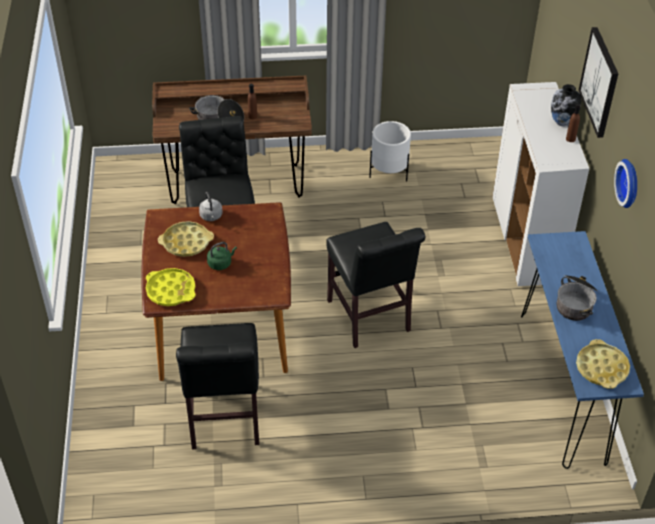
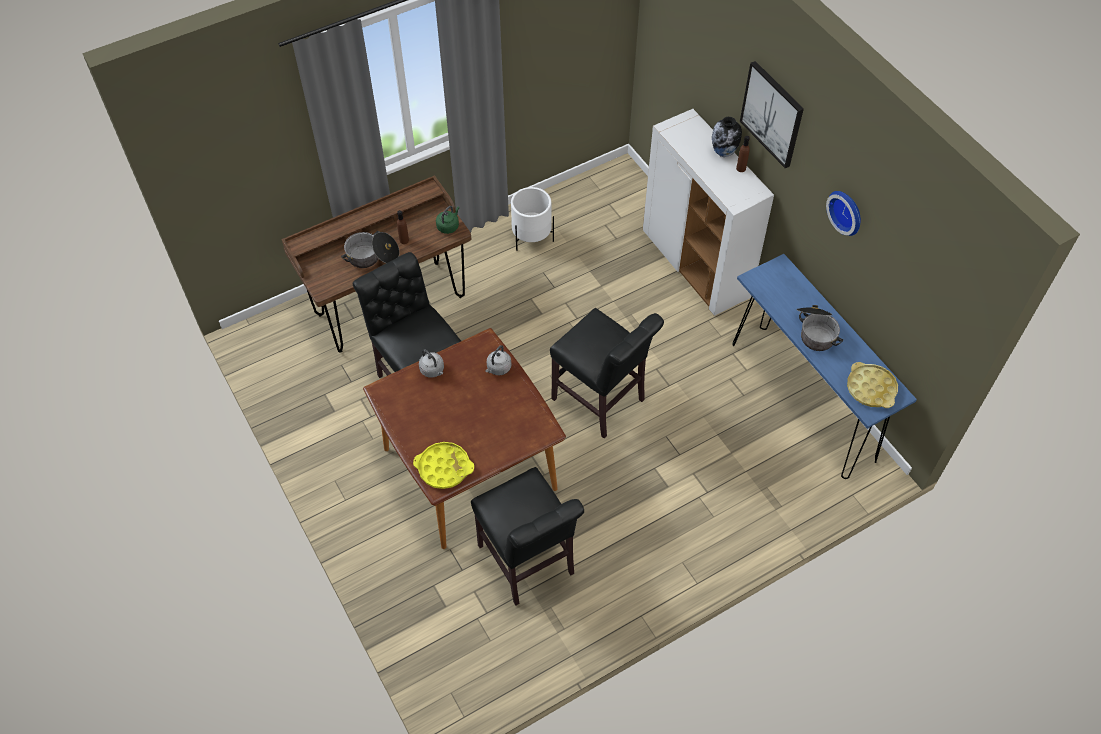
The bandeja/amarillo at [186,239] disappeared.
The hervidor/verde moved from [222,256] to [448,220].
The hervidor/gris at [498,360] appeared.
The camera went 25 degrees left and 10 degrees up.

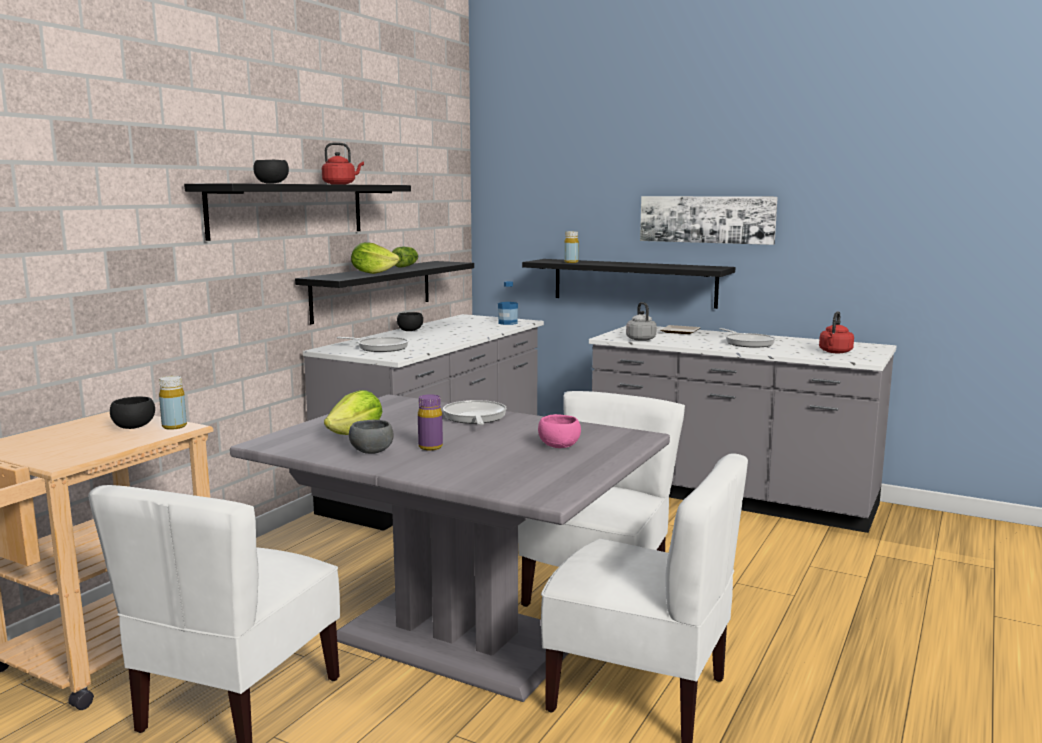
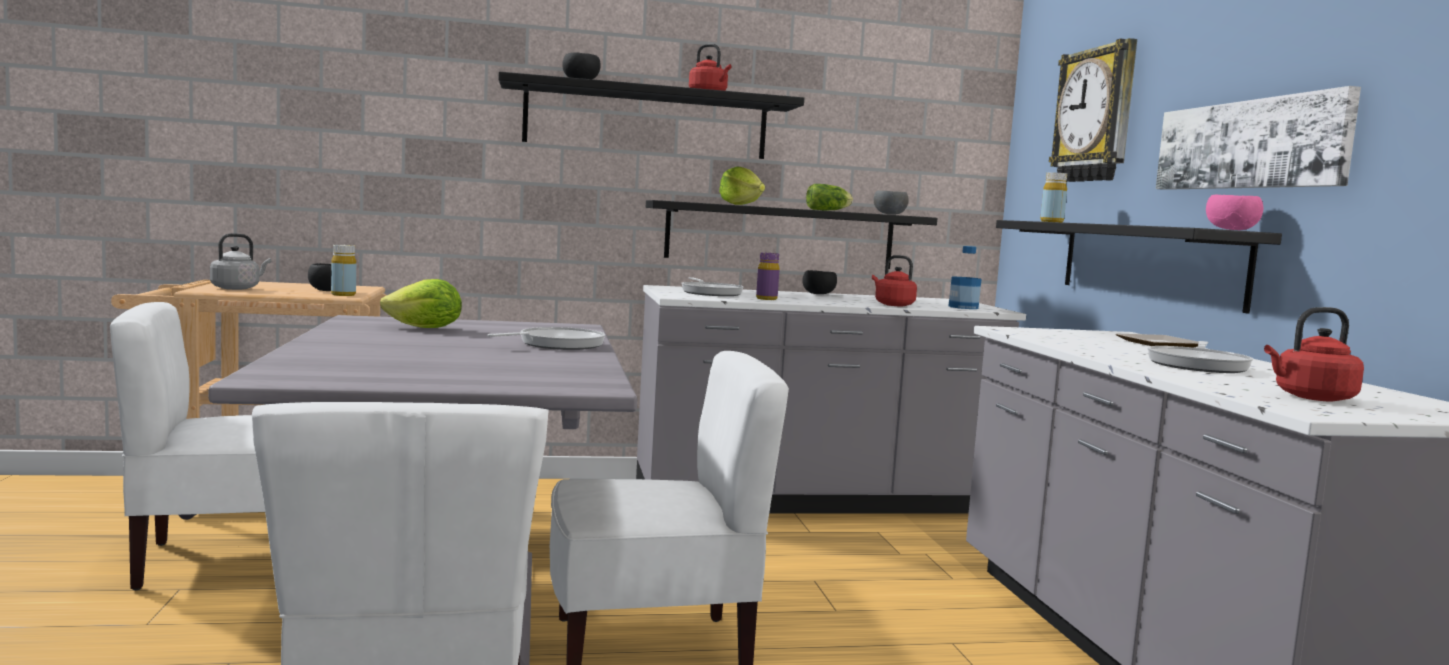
The cuenco/gris moved from [371,437] to [891,202].
The botella/morado moved from [430,422] to [767,276].
The cuenco/rosa moved from [559,431] to [1234,212].
The hervidor/gris moved from [641,321] to [240,261].
The hervidor/rojo at [894,281] appeared.
The reloj de pared at [1093,110] appeared.
The camera went 50 degrees right and 5 degrees down.

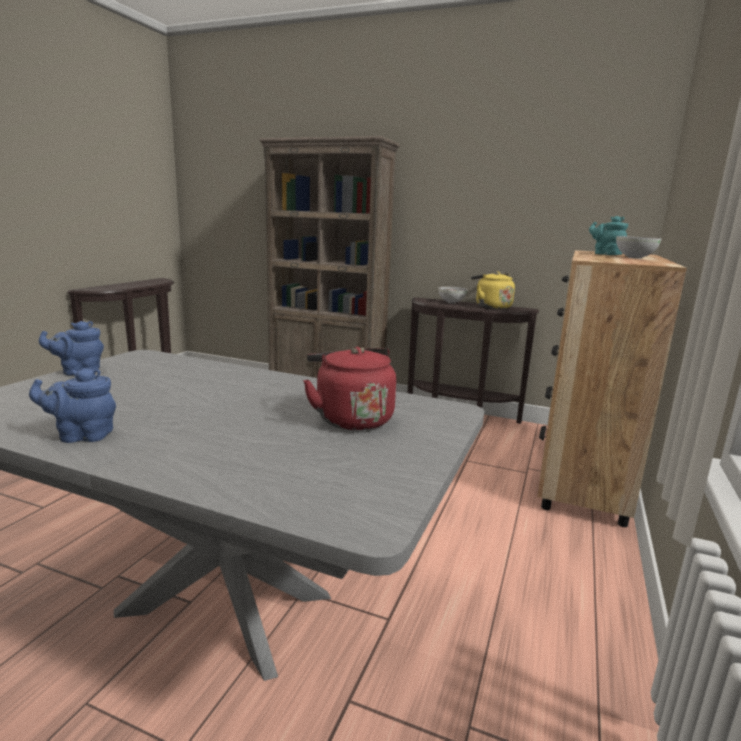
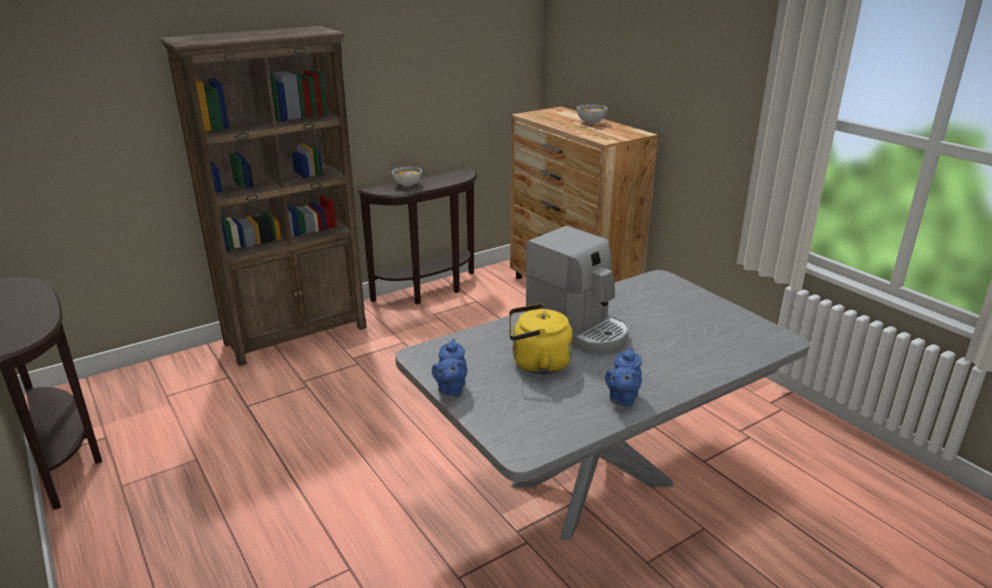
The hervidor/rojo at [349,388] disappeared.
The hervidor/amarillo moved from [493,290] to [541,339].
The tetera/turquesa at [608,235] disappeared.
The cafetera at [577,289] appeared.
The camera went 55 degrees left and 10 degrees up.

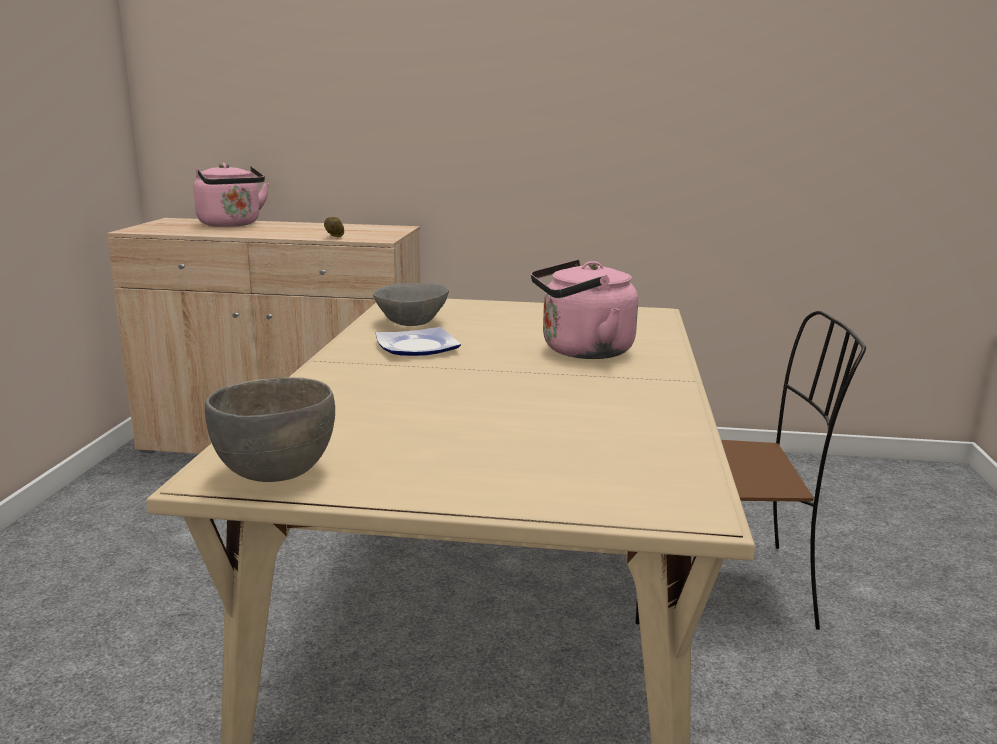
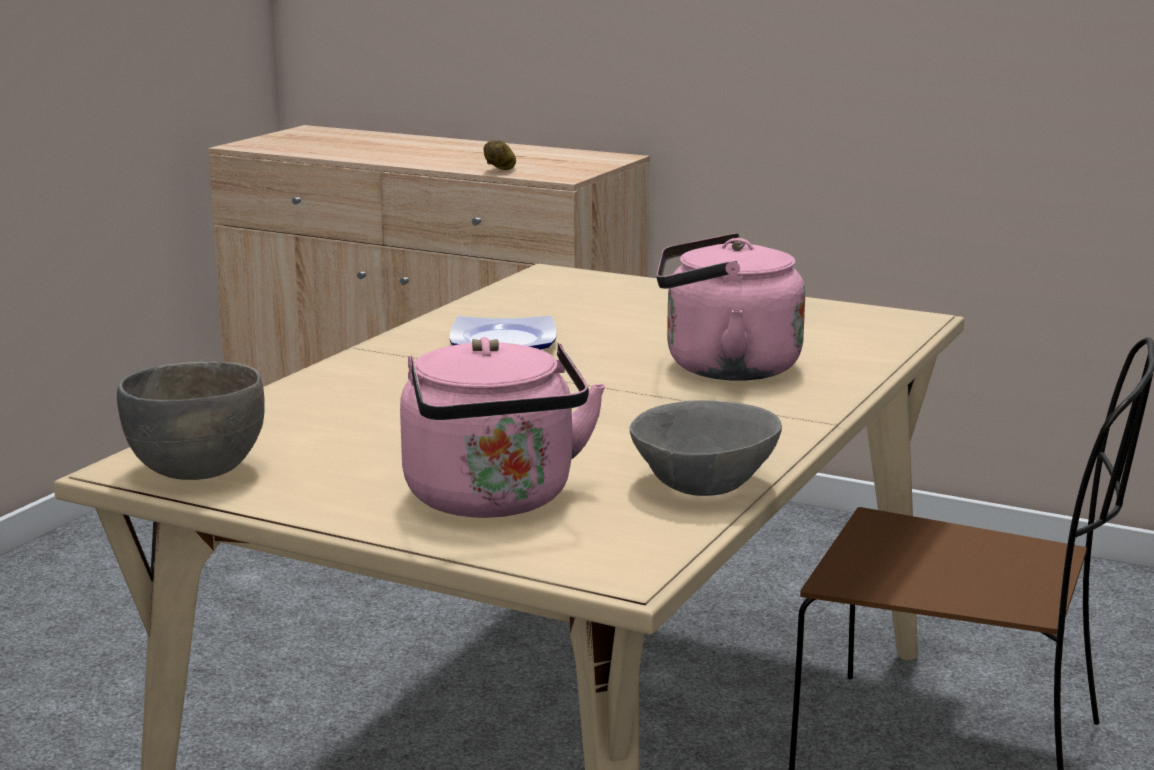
The hervidor/rosa moved from [231,195] to [502,427].
The cuenco/gris moved from [411,304] to [706,448].
The camera went 20 degrees right and 0 degrees up.

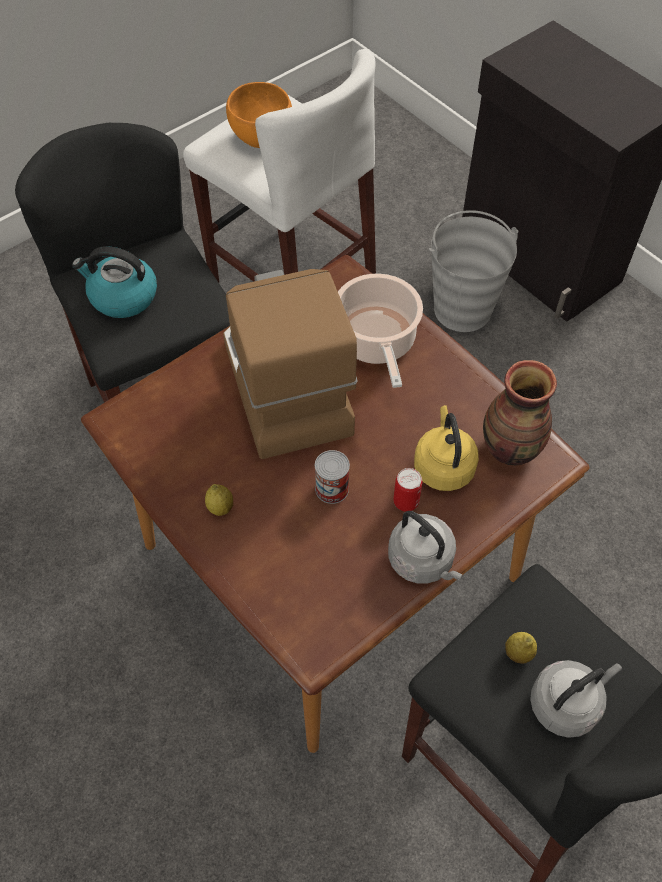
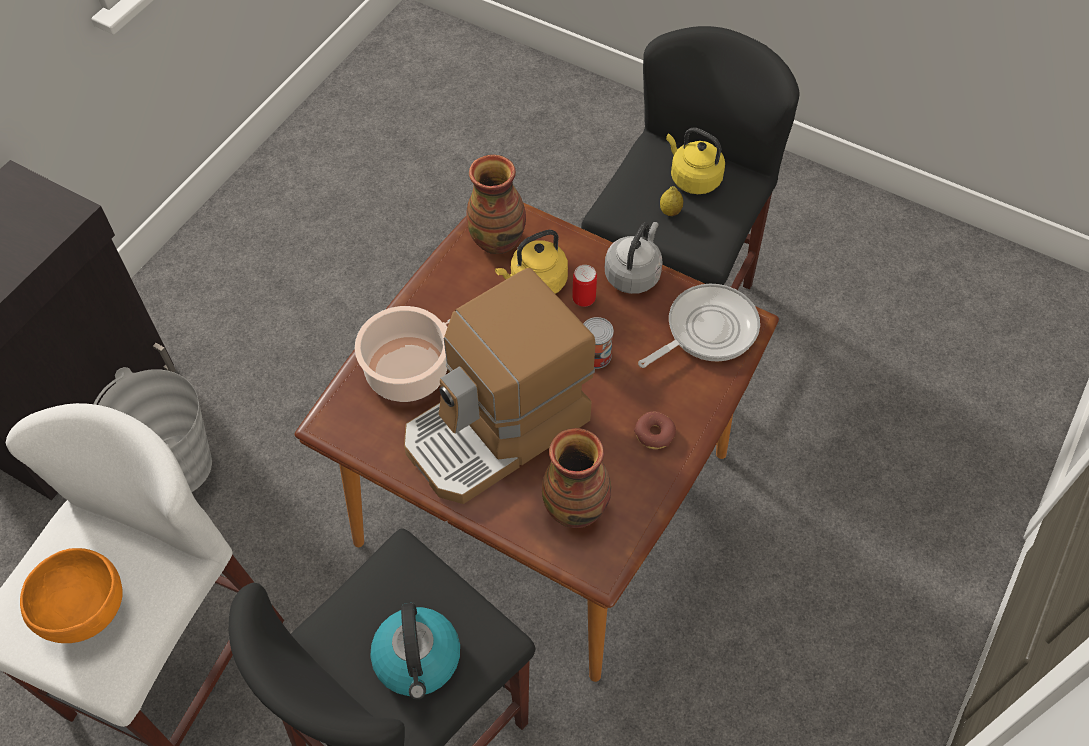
The limón at [219,500] was replaced by the rosquilla at [655,430].
The hervidor/gris at [576,699] became the hervidor/amarillo at [695,160].
The florero at [576,478] appeared.
The sartén at [699,326] appeared.
The camera went 110 degrees left and 0 degrees up.

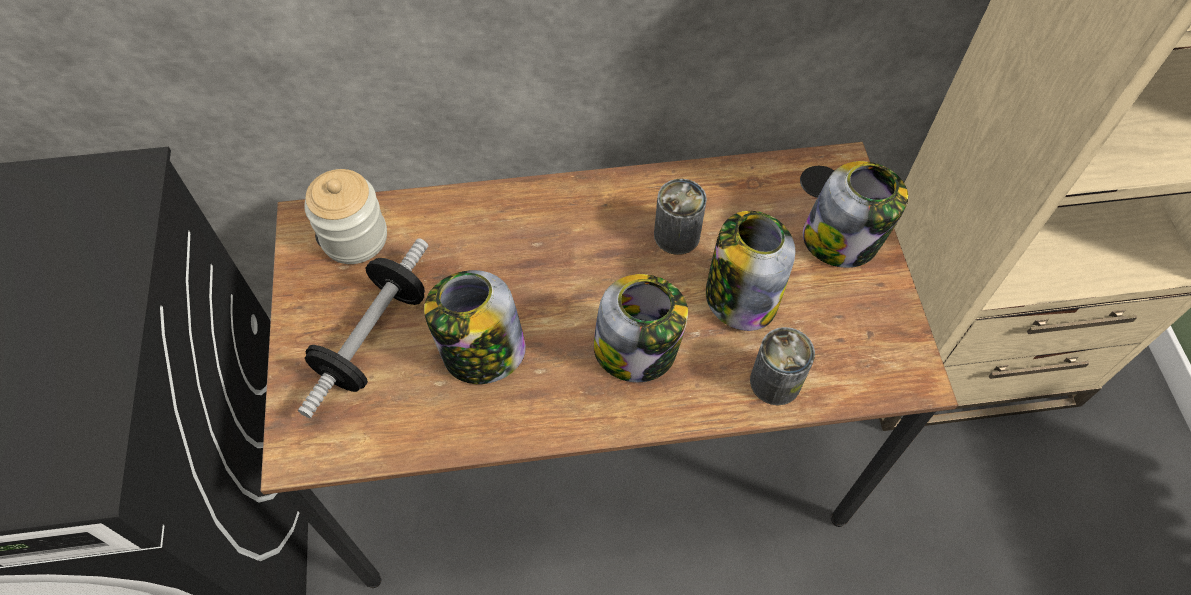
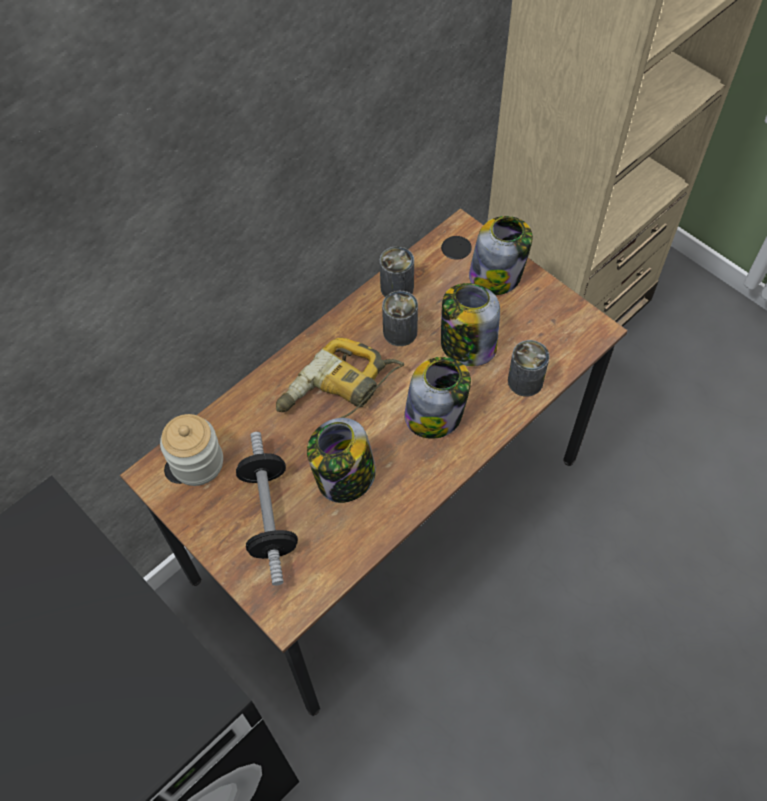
The taladro at [340,378] appeared.
The lata at [397,271] appeared.
The camera went 35 degrees left and 0 degrees up.

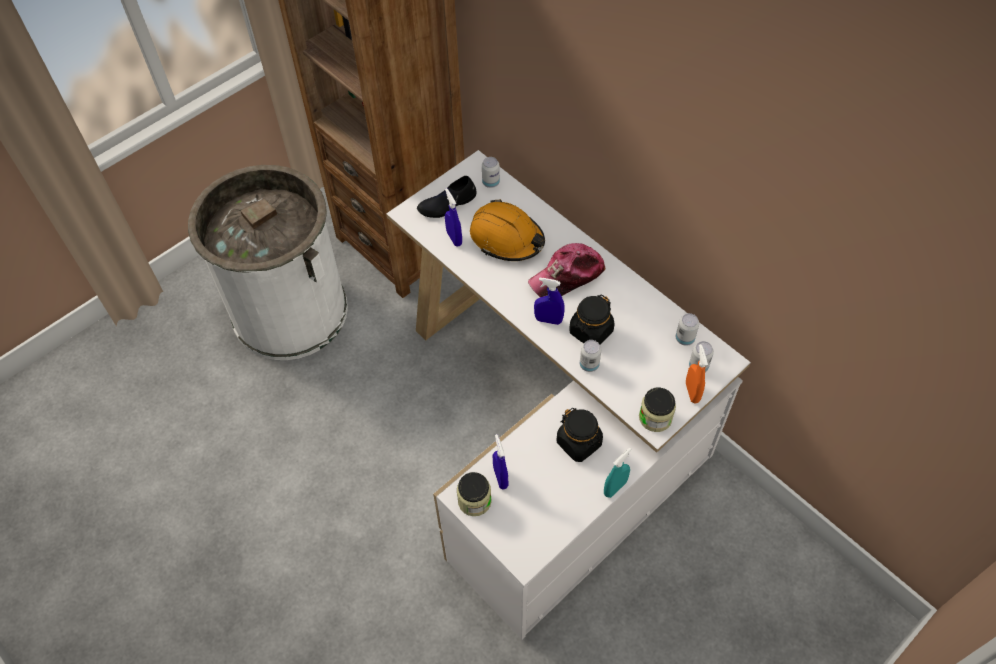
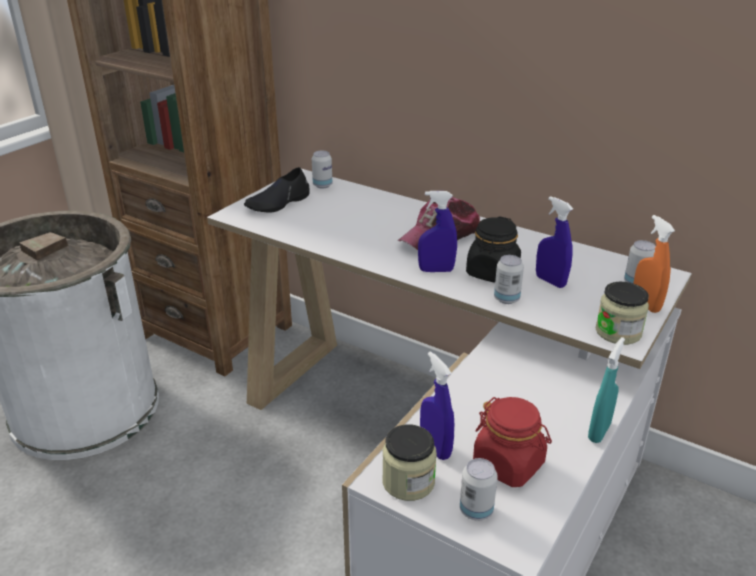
The pulverizador/azul moved from [453,217] to [554,242].
The casco/naranja at [507,230] disappeared.
The tarro/negro at [580,435] disappeared.
The lata moved from [687,329] to [479,489].
The tarro/rojo at [512,442] appeared.
The camera went 15 degrees left and 25 degrees down.

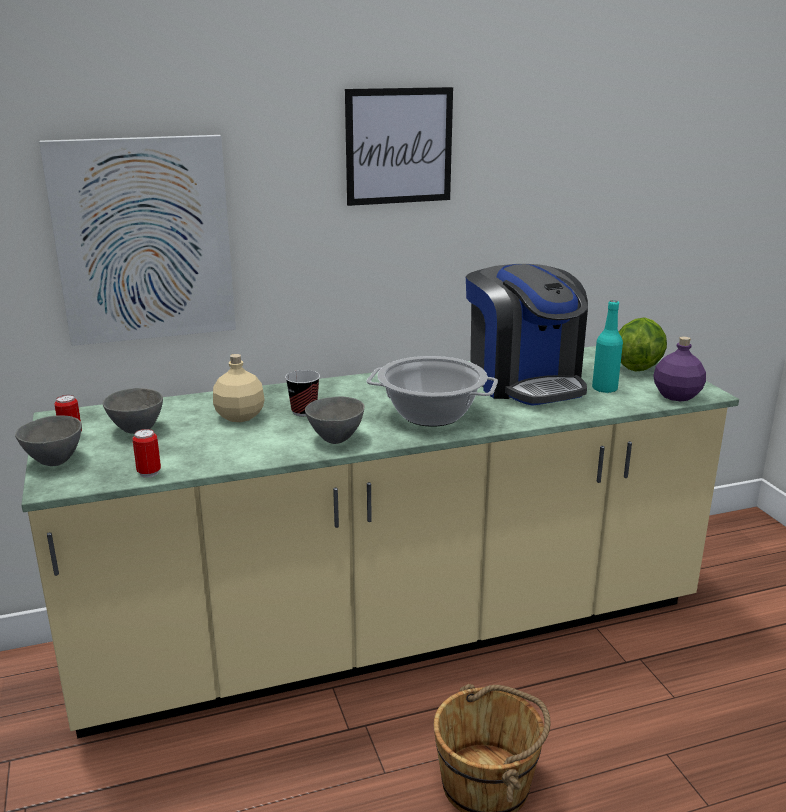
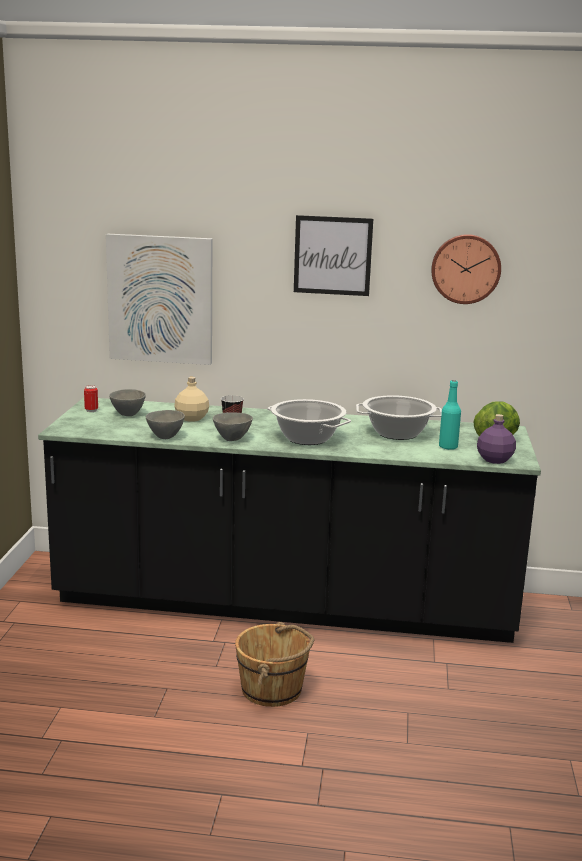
The cuenco/gris moved from [48,440] to [165,424].
The mueble bajo de cocina/beis at [380,542] became the mueble bajo de cocina/negro at [289,520].
The lata at [146,453] disappeared.
The cafetera at [527,335] was replaced by the olla at [399,417].
The reloj de pared at [466,269] appeared.
The camera went 25 degrees right and 5 degrees down.

